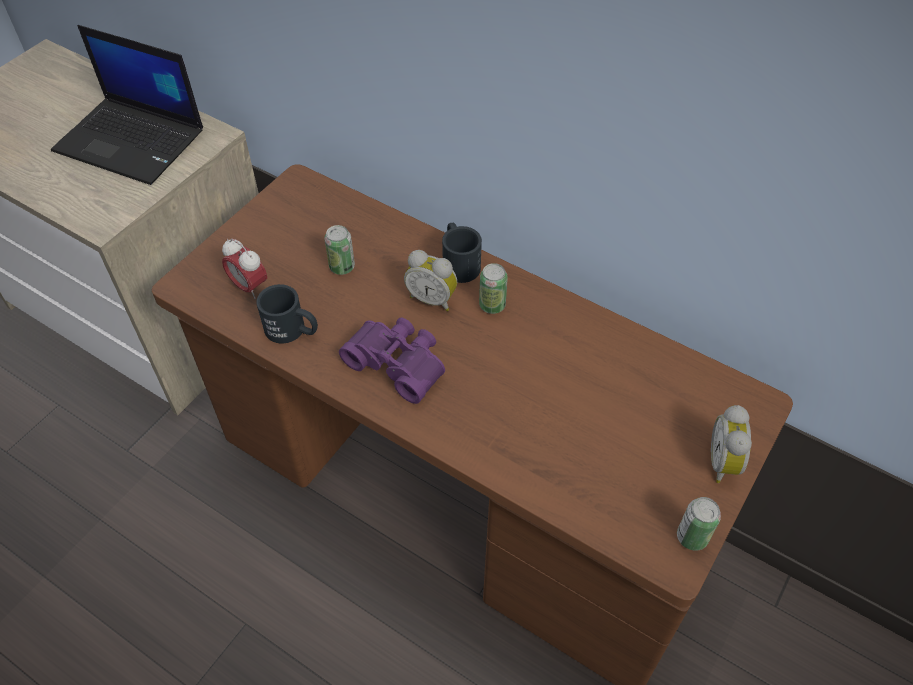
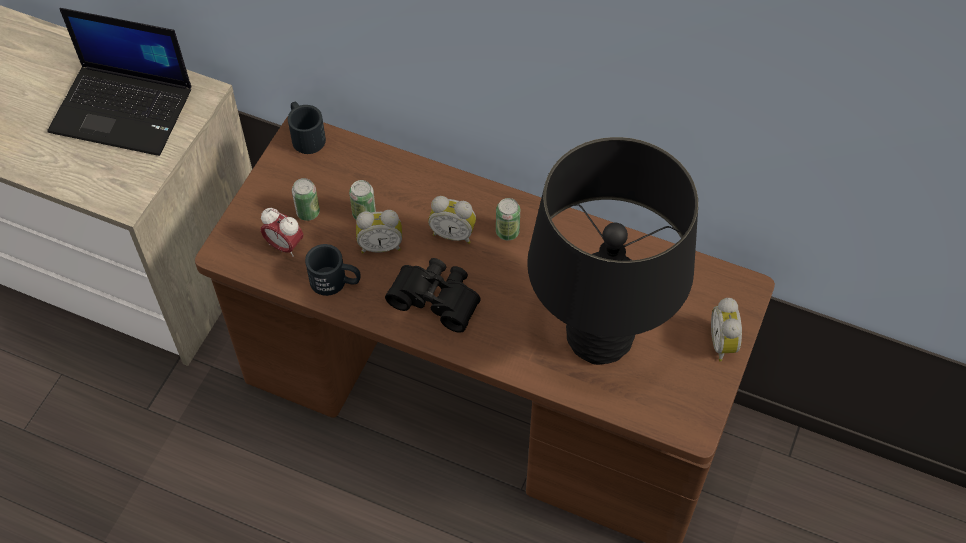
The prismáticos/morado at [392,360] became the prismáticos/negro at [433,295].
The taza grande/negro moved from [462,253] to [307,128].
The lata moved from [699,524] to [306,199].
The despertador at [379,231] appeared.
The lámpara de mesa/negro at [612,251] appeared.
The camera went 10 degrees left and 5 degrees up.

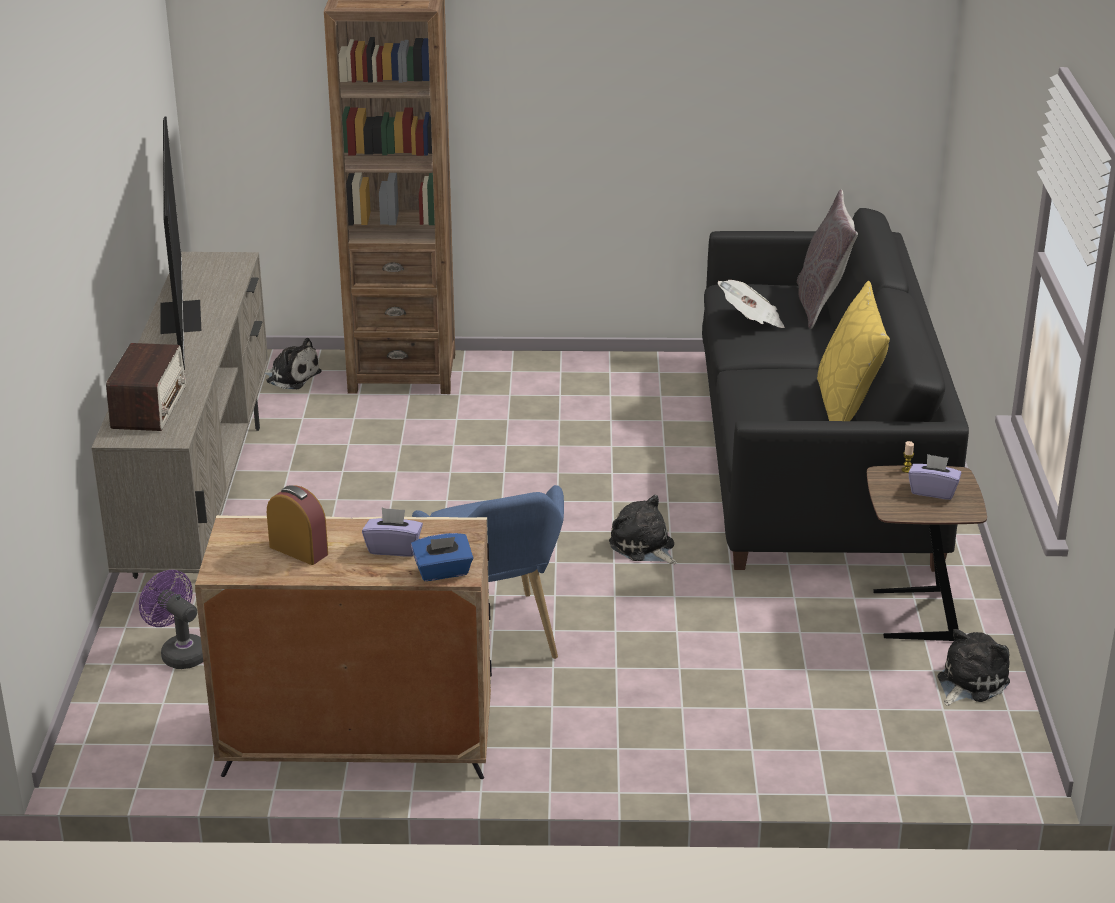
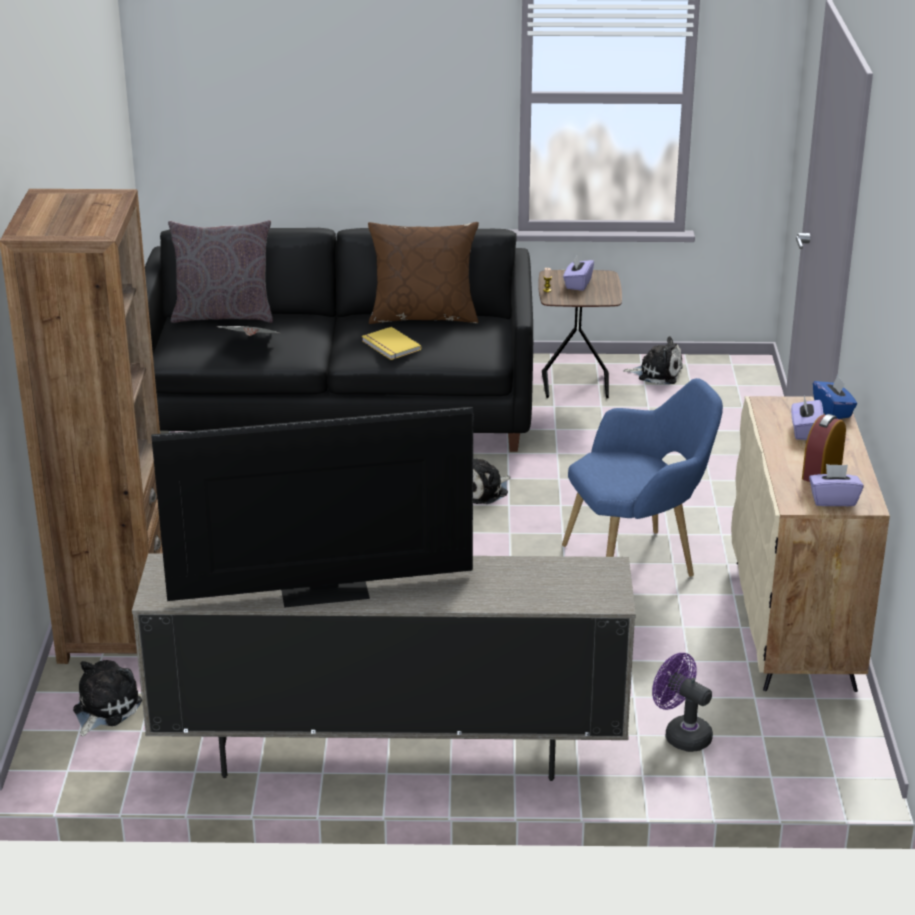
The radio at [146,387] disappeared.
The ventilador/morado at [171,619] turned 90 degrees clockwise.
The cojín/amarillo at [853,351] became the cojín/marrón at [423,273].
The peluche at [973,667] turned 150 degrees clockwise.
The libro/amarillo at [392,343] appeared.
The caja de pañuelos/morado at [836,485] appeared.
The camera went 90 degrees left and 0 degrees up.

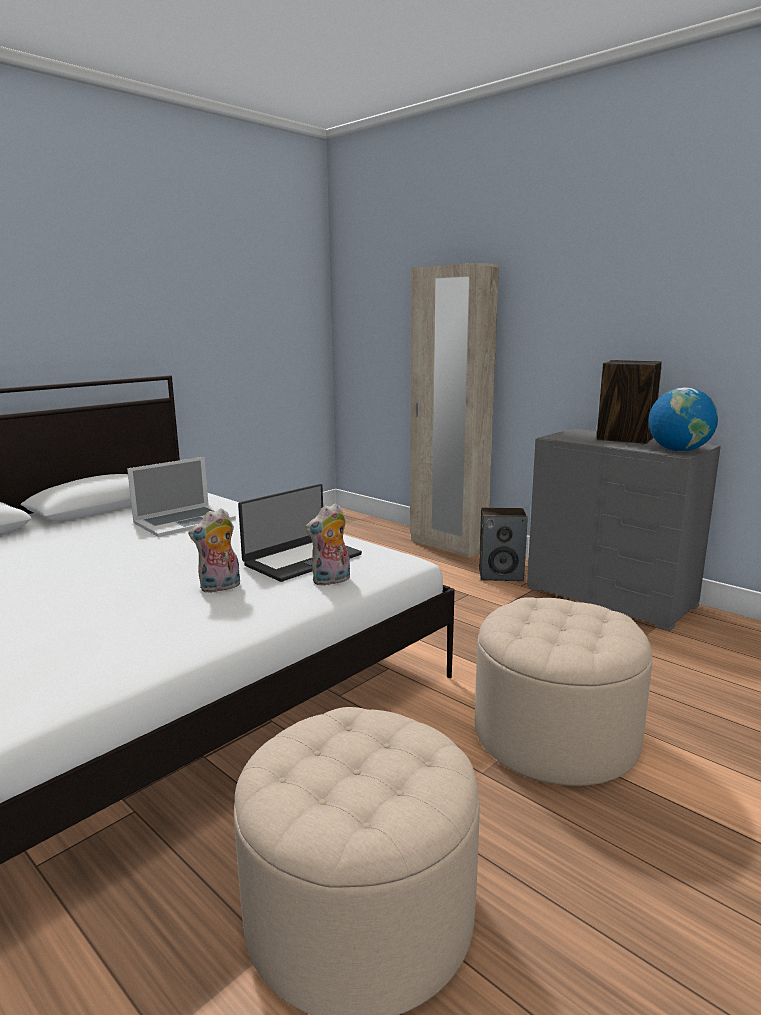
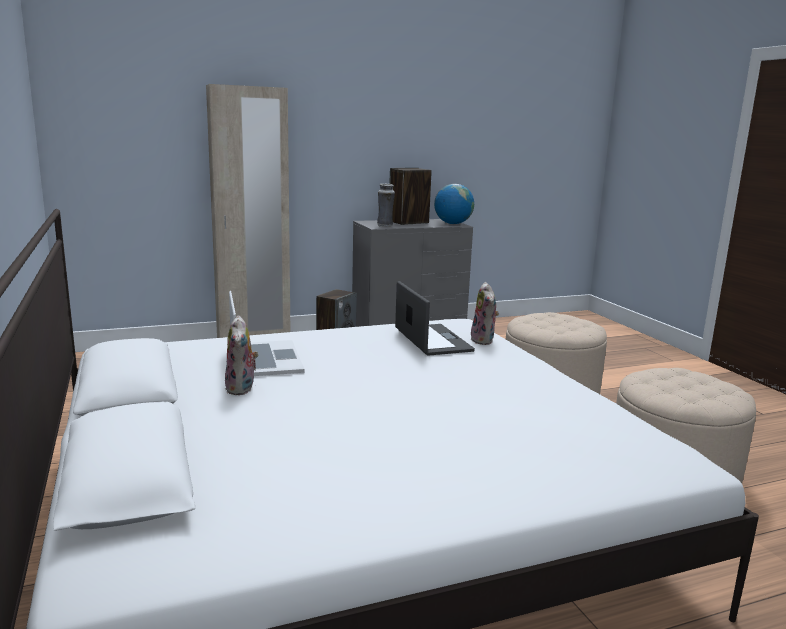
The peluche moved from [214,550] to [242,355].
The florero at [386,205] appeared.
The camera went 65 degrees left and 0 degrees up.

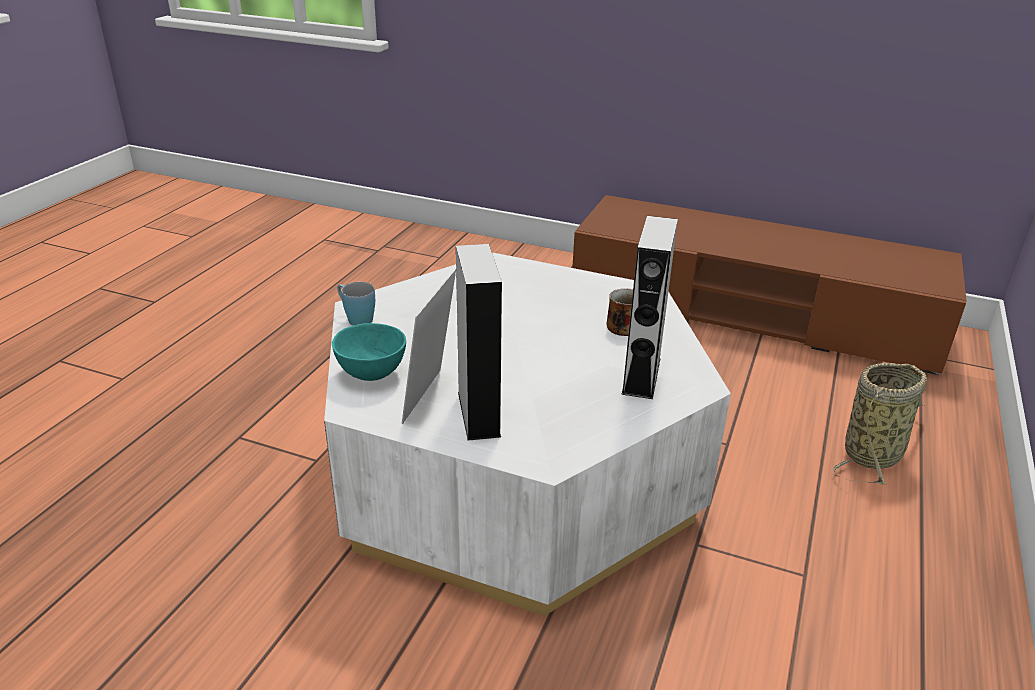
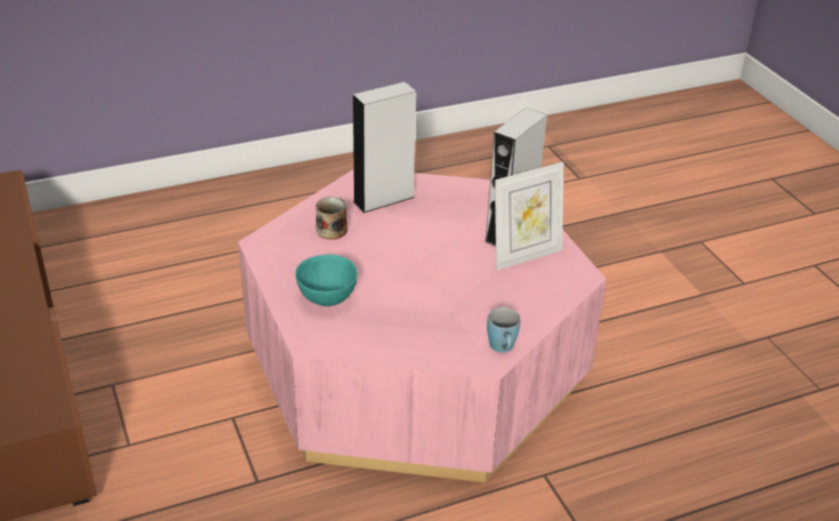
The mesa de centro/blanco at [527,434] became the mesa de centro/rosa at [422,326].
The cuenco/turquesa moved from [369,352] to [326,280].
The cesta at [880,424] disappeared.
The camera went 135 degrees left and 5 degrees up.

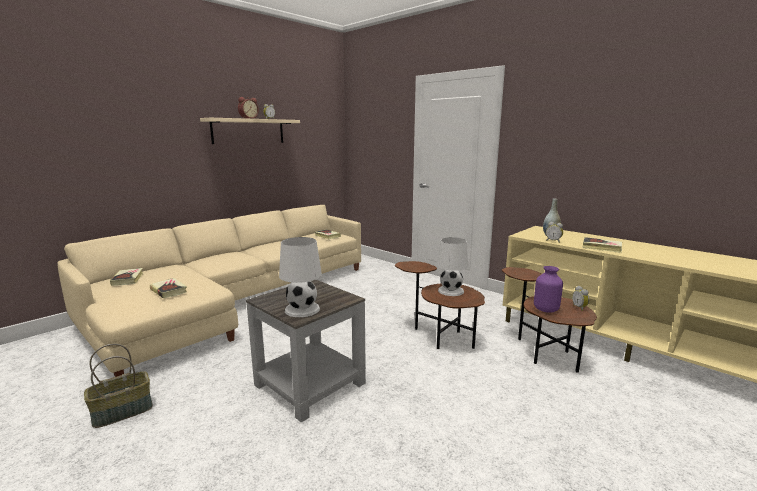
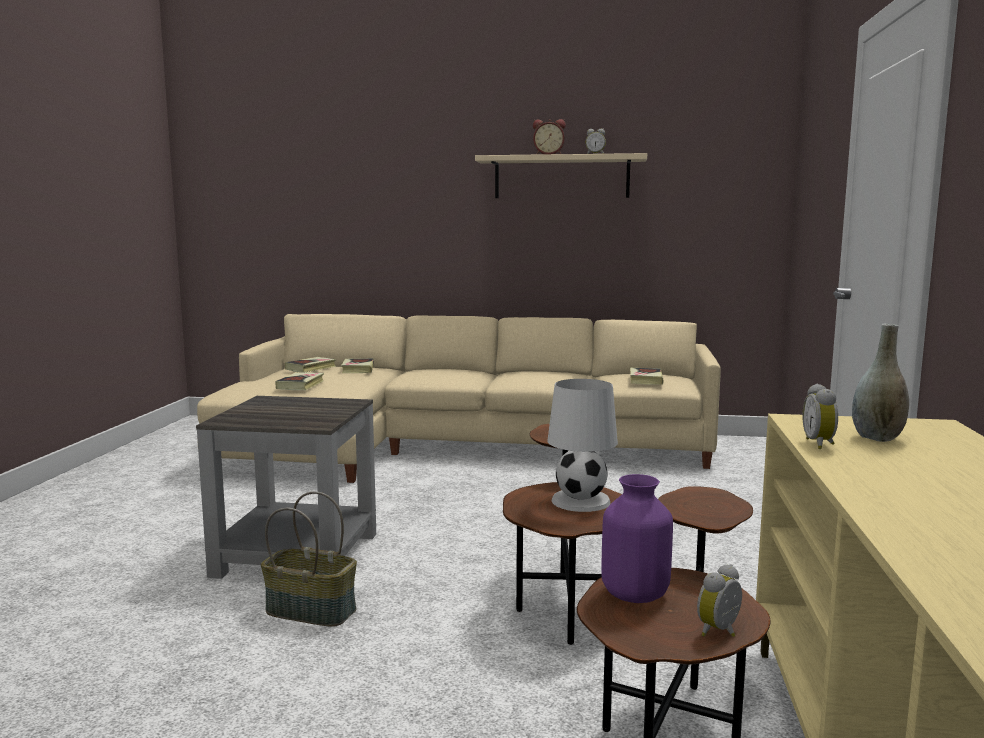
The cesta moved from [118,386] to [309,559].
The lámpara de mesa/blanco at [300,277] disappeared.
The libro moved from [602,245] to [357,365].
The camera went 55 degrees right and 5 degrees down.

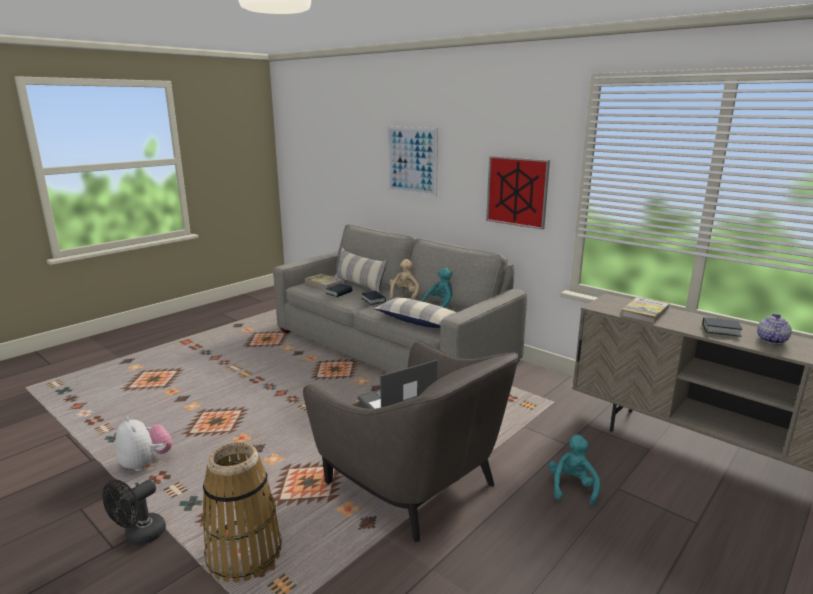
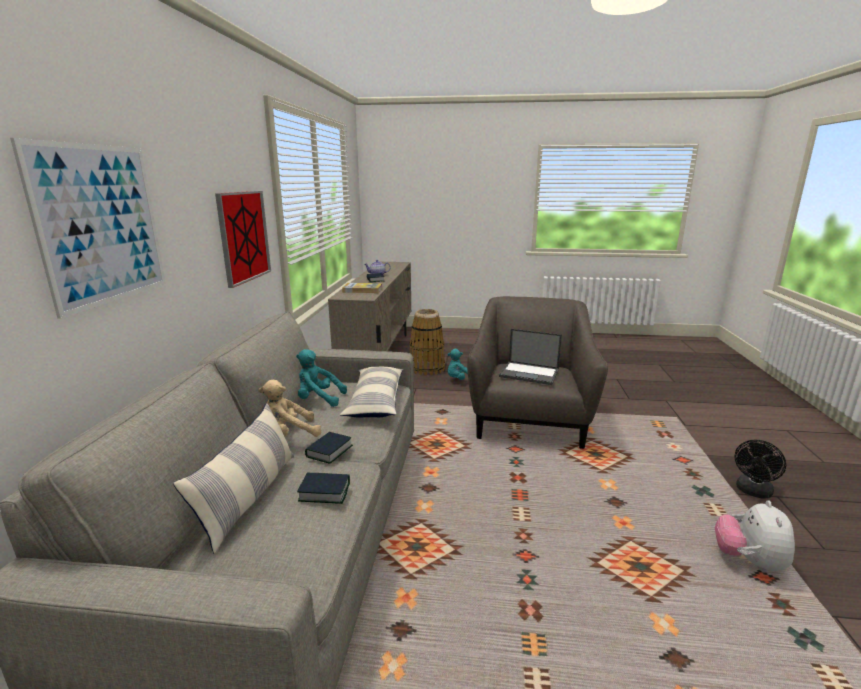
The ventilador/negro at [134,512] turned 135 degrees clockwise.
The cesta moved from [241,512] to [427,342].
The libro at [324,282] disappeared.
The camera went 125 degrees left and 0 degrees up.

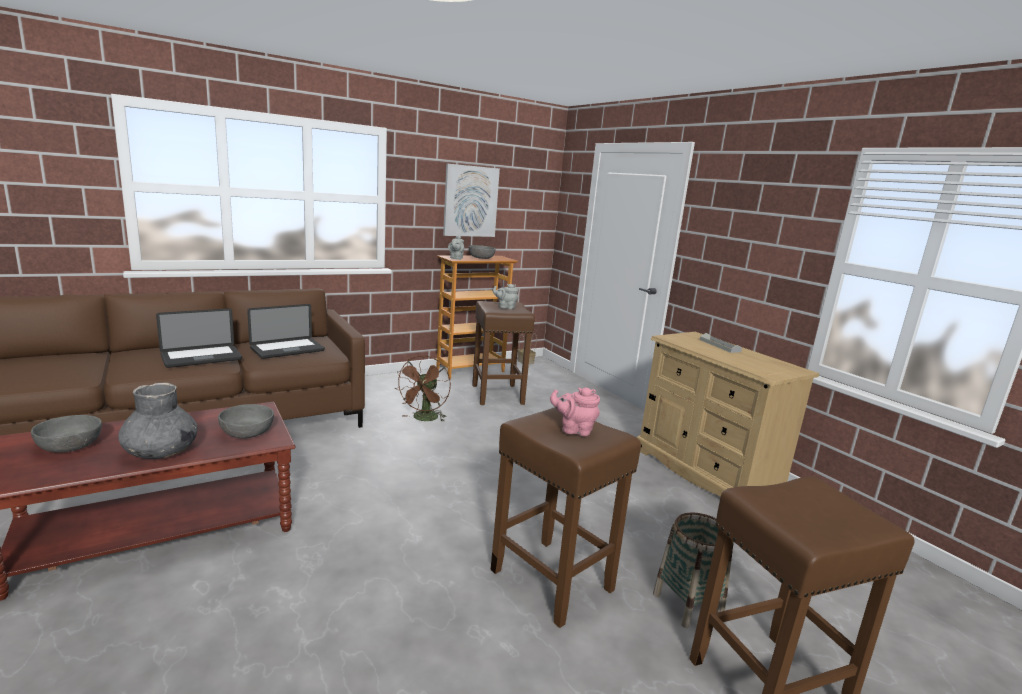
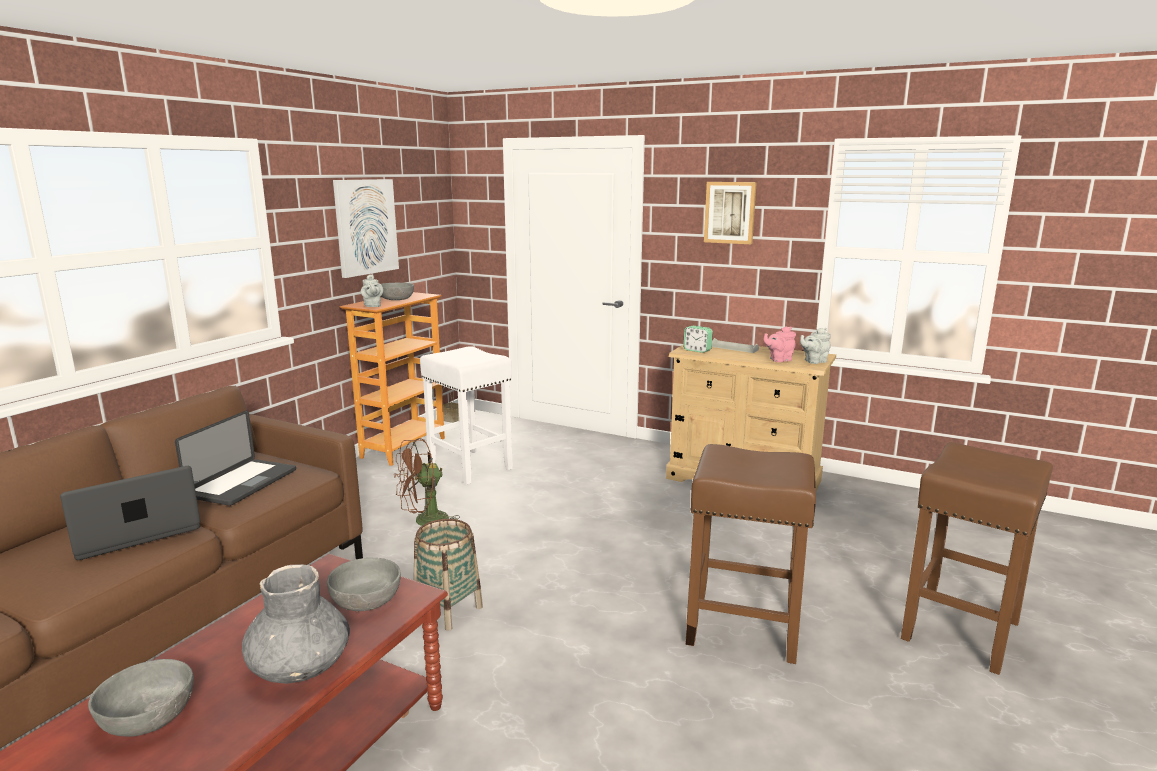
The portátil at [199,338] turned 150 degrees counterclockwise.
The ventilador/marrón at [423,389] turned 75 degrees clockwise.
The taburete/marrón at [503,353] became the taburete/blanco at [466,415].
The tetera/gris moved from [505,296] to [815,346].
The tetera/rosa moved from [575,411] to [780,344].
The cesta moved from [693,570] to [448,575].
The despertador at [698,339] appeared.
The cuadro at [730,213] appeared.
The camera went 30 degrees left and 0 degrees up.

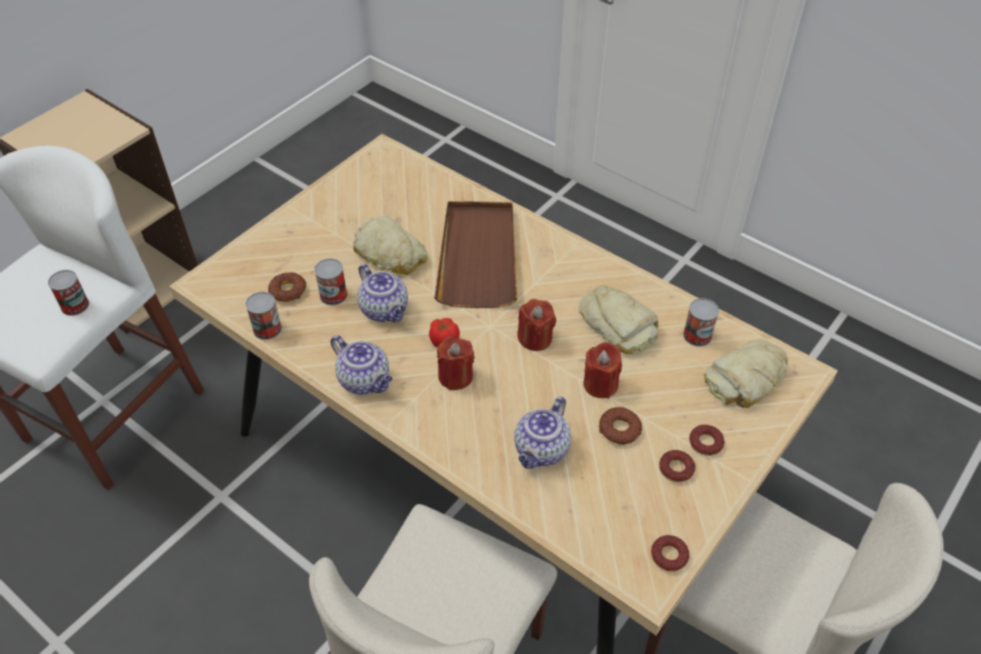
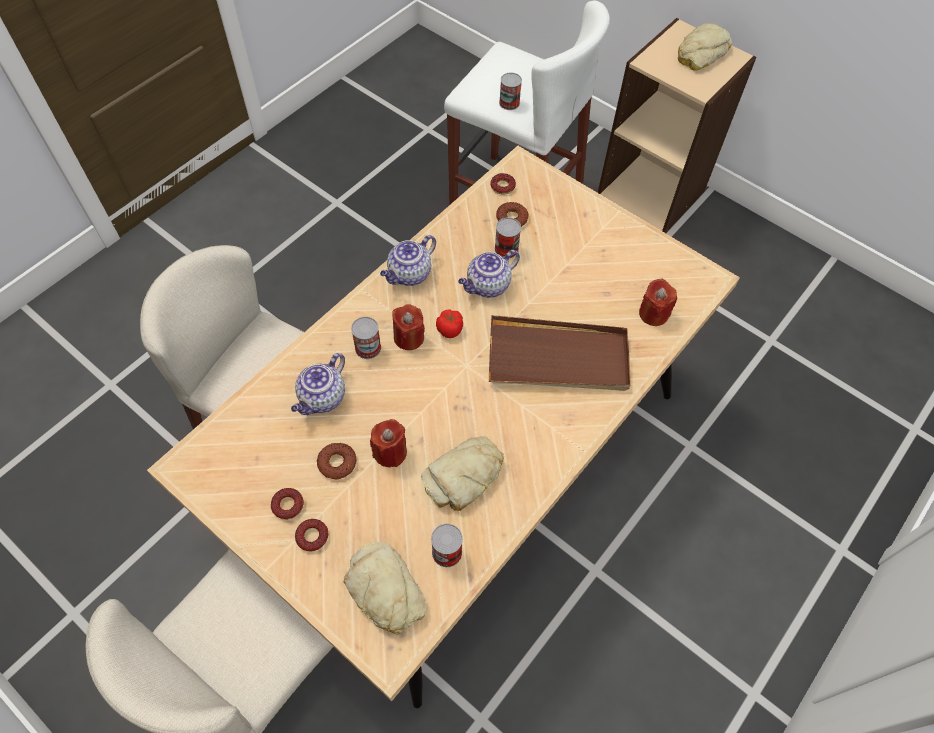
The lata moved from [263,316] to [366,338].
The pan moved from [390,245] to [705,47].
The tetera at [542,432] turned 90 degrees counterclockwise.
The vela/rojo moved from [536,325] to [658,302].
The rosquilla moved from [670,553] to [503,184].
The camera went 90 degrees right and 10 degrees up.

